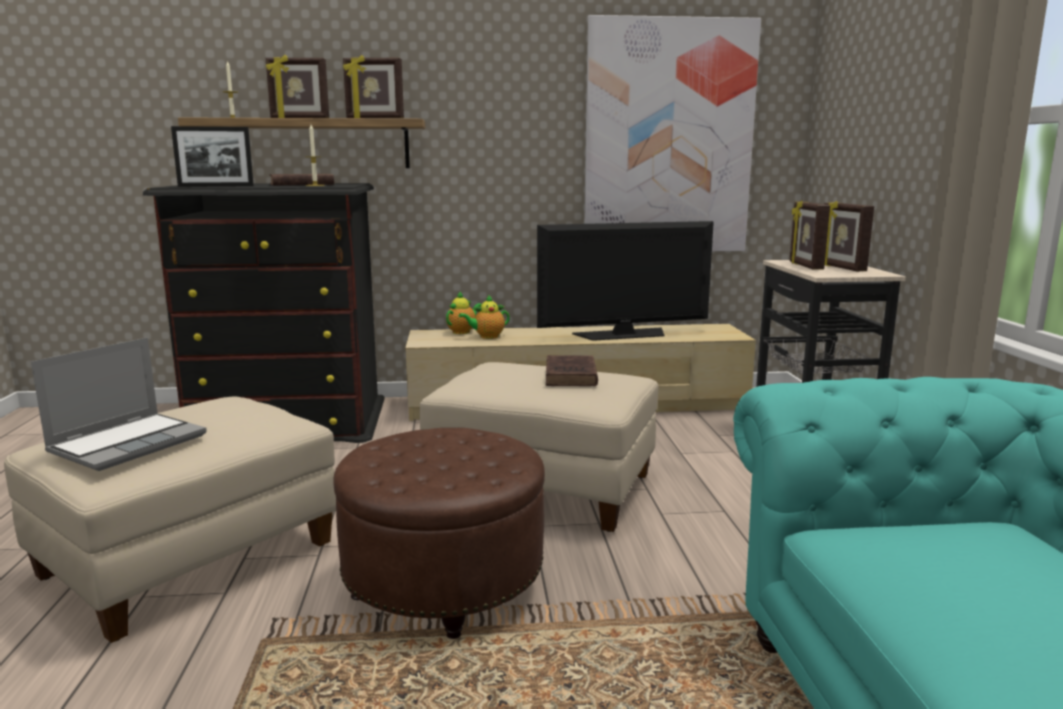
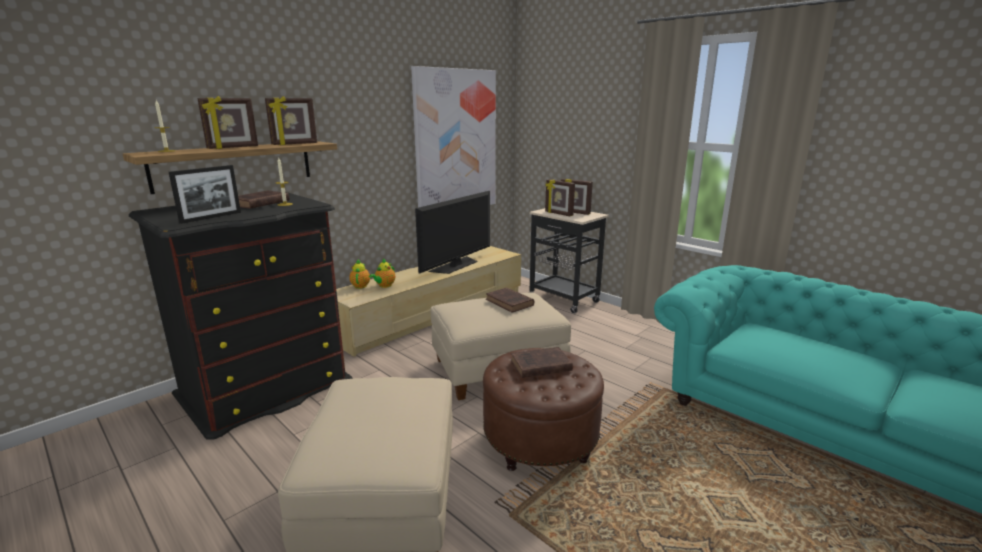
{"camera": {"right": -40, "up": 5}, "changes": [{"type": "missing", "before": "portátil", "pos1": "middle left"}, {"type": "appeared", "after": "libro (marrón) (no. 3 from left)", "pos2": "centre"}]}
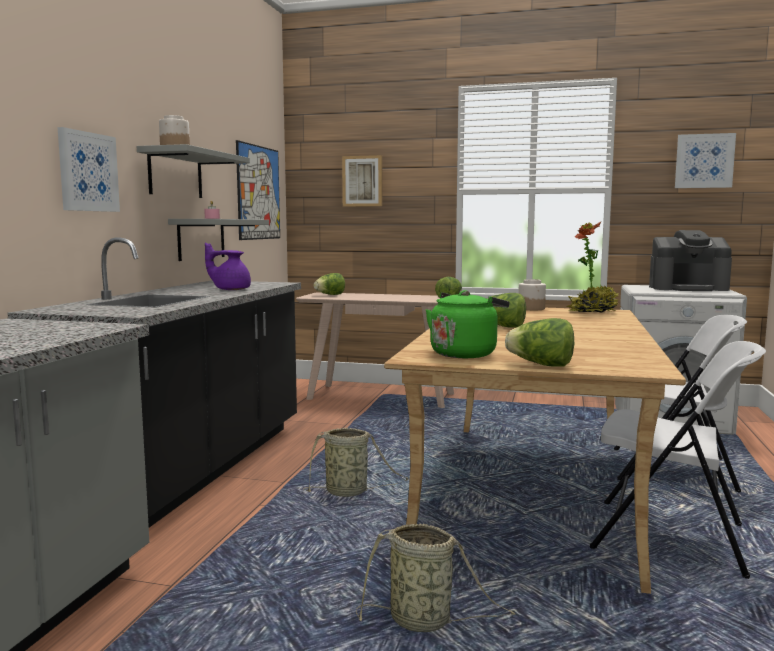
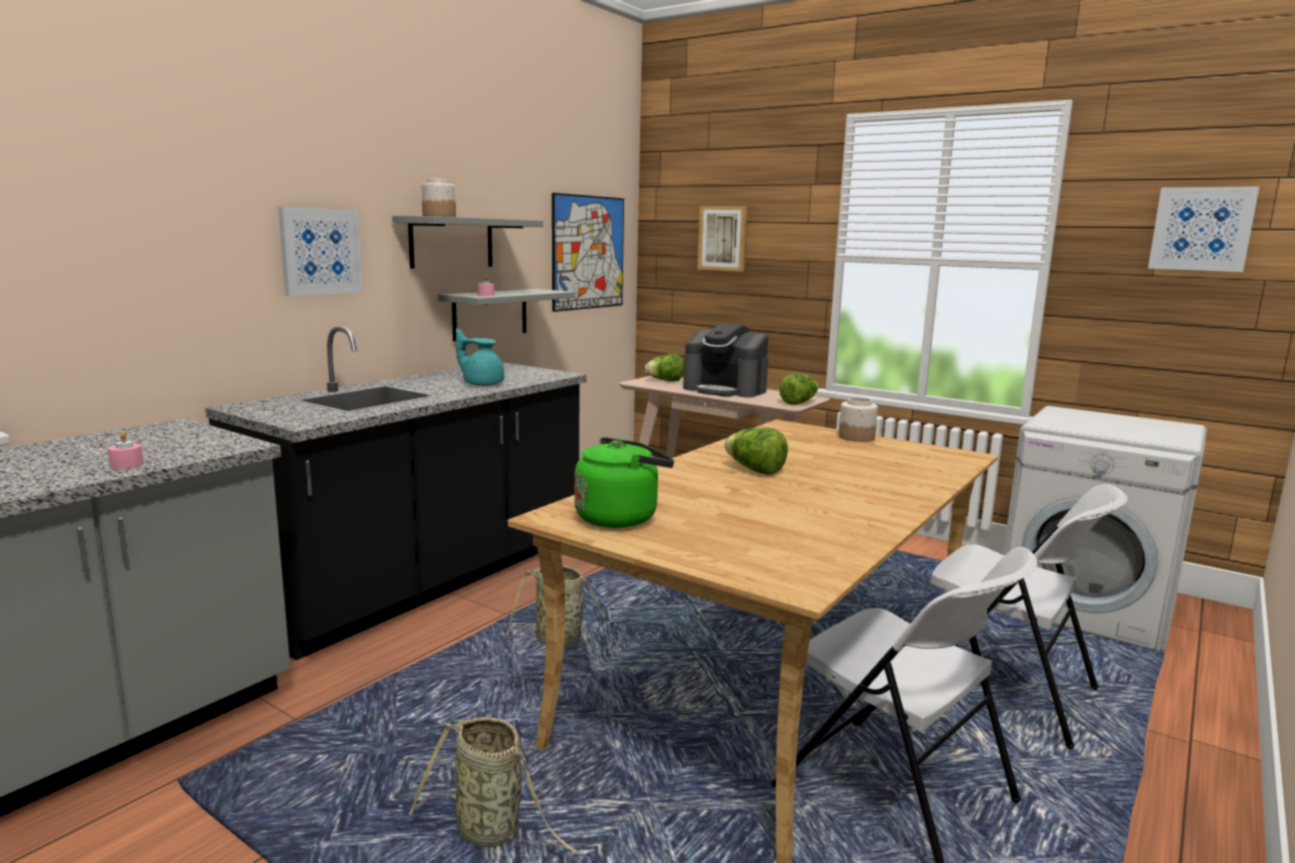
{"camera": {"right": 20, "up": 5}, "changes": [{"type": "missing", "before": "lechuga (no. 4 from left)", "pos1": "middle right"}, {"type": "missing", "before": "planta en maceta", "pos1": "middle right"}, {"type": "appeared", "after": "vela (rosa) (no. 1 from left)", "pos2": "middle left"}, {"type": "relocated", "before": "cafetera", "pos1": "middle right", "pos2": "centre"}, {"type": "colour", "before": "tetera (morado)", "after": "tetera (turquesa)", "pos1": "middle left", "pos2": "centre"}]}
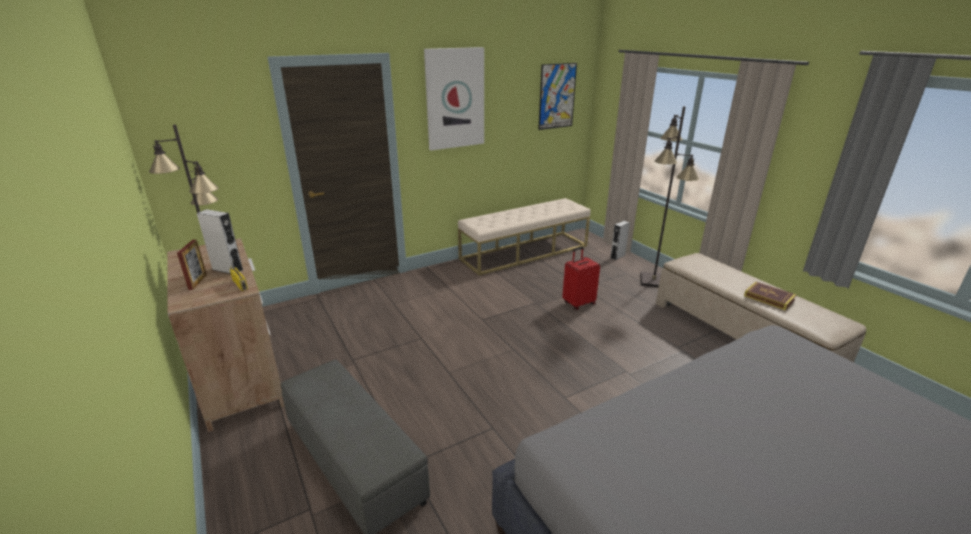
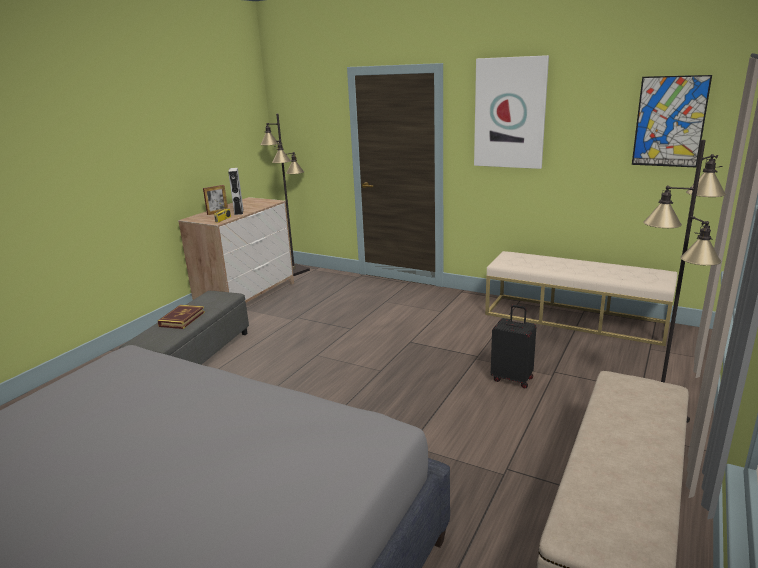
{"camera": {"right": 60, "up": -5}, "changes": [{"type": "missing", "before": "altavoz (gris) (no. 2 from left)", "pos1": "centre"}, {"type": "relocated", "before": "libro", "pos1": "middle right", "pos2": "middle left"}, {"type": "colour", "before": "maleta (rojo)", "after": "maleta (negro)", "pos1": "centre", "pos2": "middle right"}]}
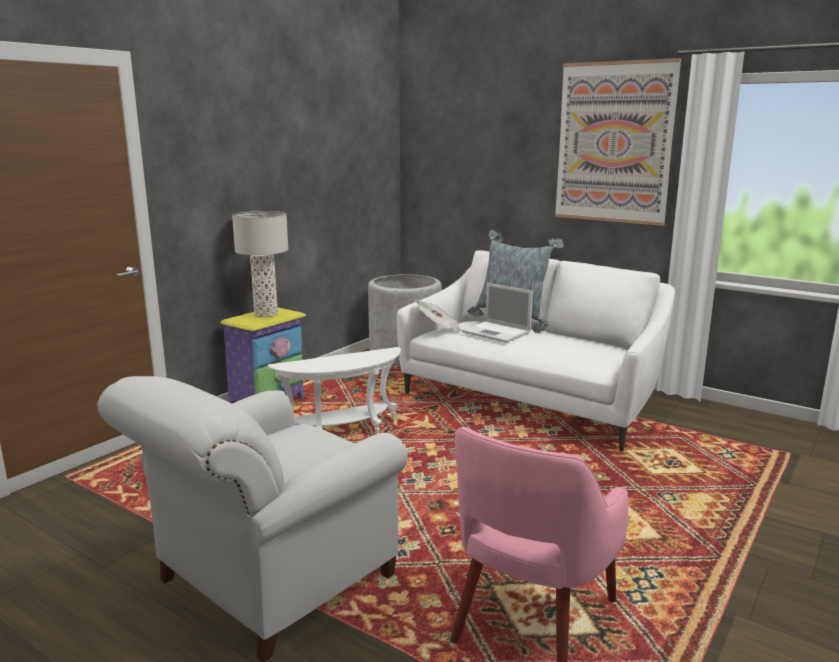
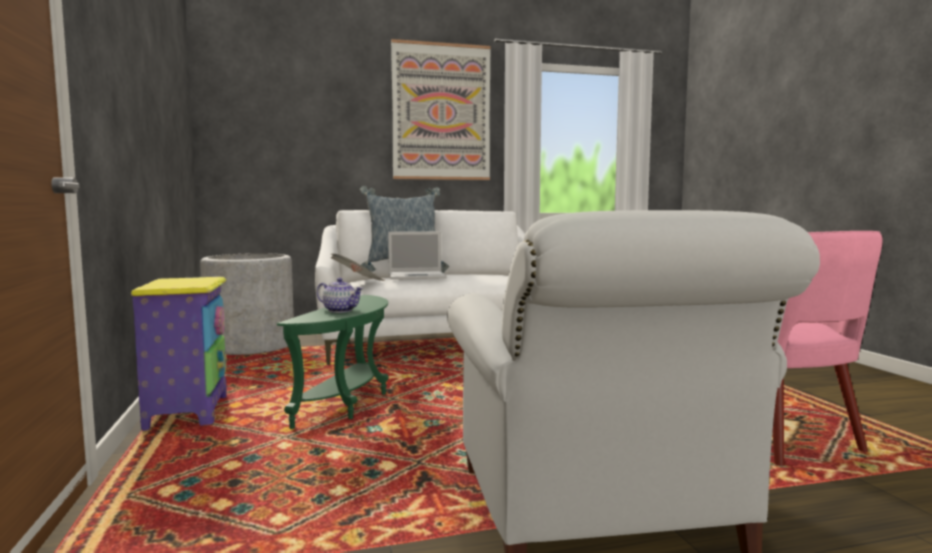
{"camera": {"right": -50, "up": -10}, "changes": [{"type": "missing", "before": "lámpara de mesa (blanco)", "pos1": "middle left"}, {"type": "appeared", "after": "tetera", "pos2": "centre"}, {"type": "colour", "before": "mesa auxiliar (blanco)", "after": "mesa auxiliar (verde)", "pos1": "centre", "pos2": "centre"}]}
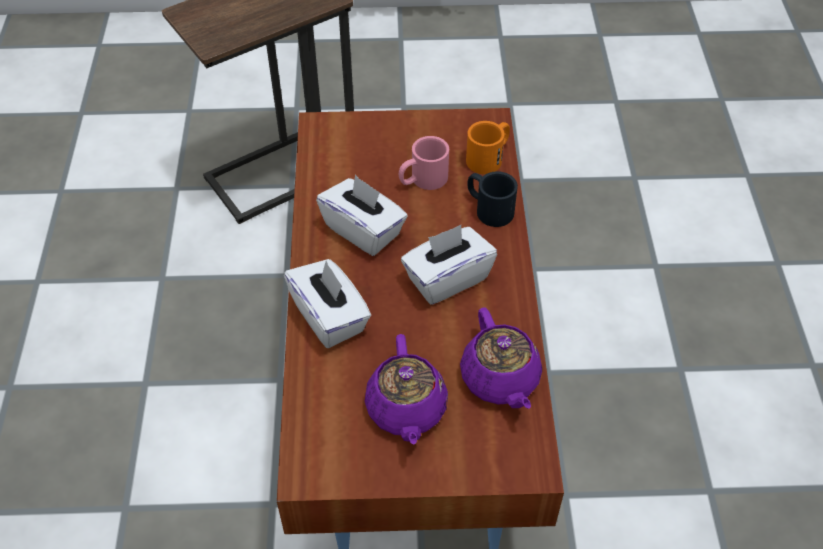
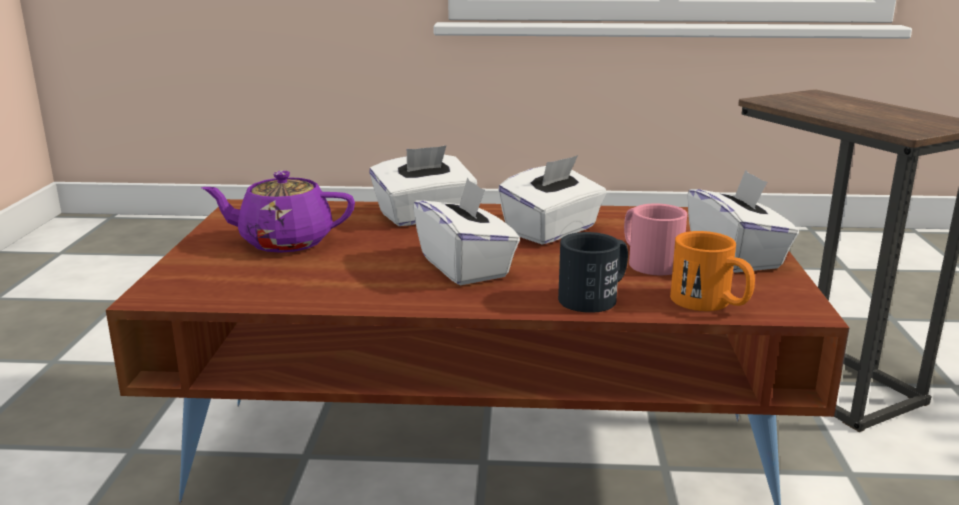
{"camera": {"right": 95, "up": -30}, "changes": [{"type": "missing", "before": "tetera (morado) (no. 2 from left)", "pos1": "centre"}, {"type": "appeared", "after": "caja de pañuelos (blanco) (no. 4 from left)", "pos2": "middle right"}]}
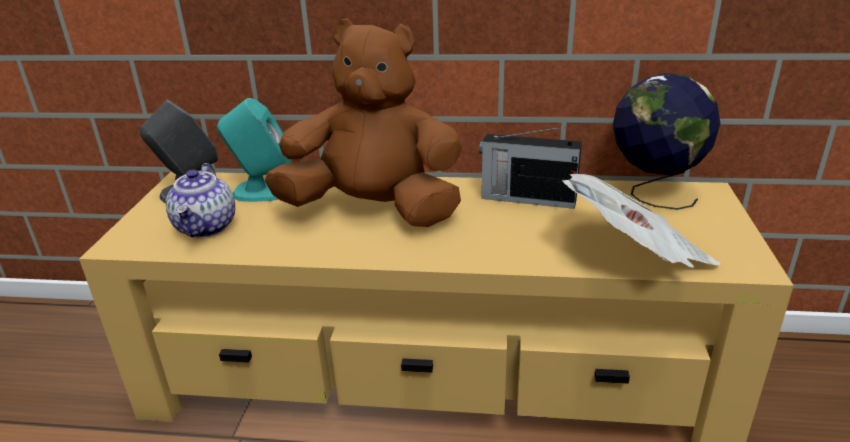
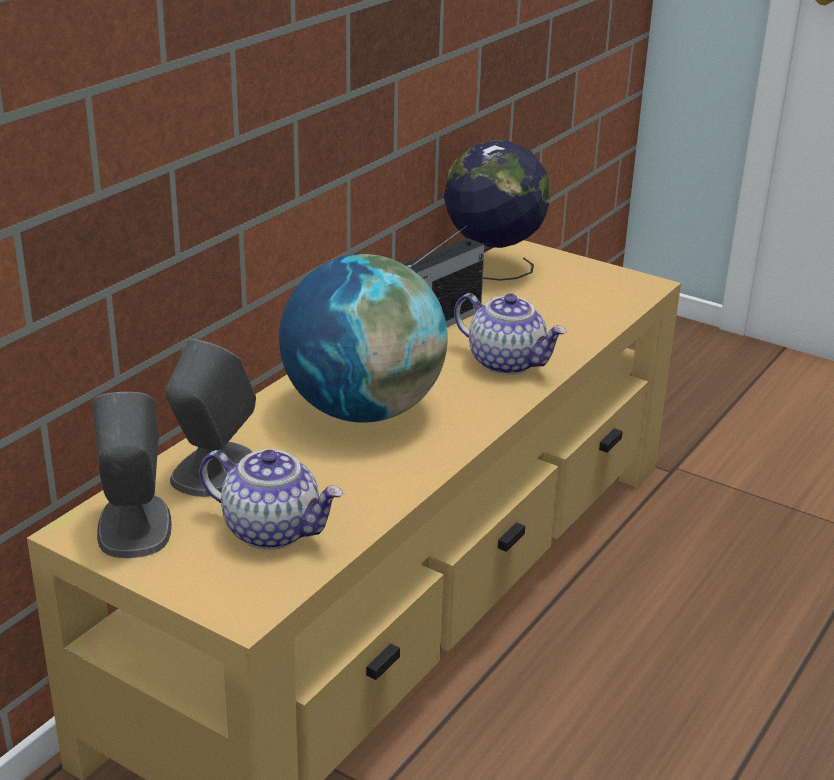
{"camera": {"right": -65, "up": 0}, "changes": [{"type": "missing", "before": "periódico", "pos1": "middle right"}, {"type": "appeared", "after": "tetera (no. 2 from left)", "pos2": "centre"}, {"type": "exchanged", "before": "peluche (marrón)", "after": "globo terráqueo (no. 1 from left)", "pos1": "top centre", "pos2": "centre"}, {"type": "colour", "before": "altavoz (turquesa)", "after": "altavoz (gris) (no. 2 from left)", "pos1": "middle left", "pos2": "middle left"}]}
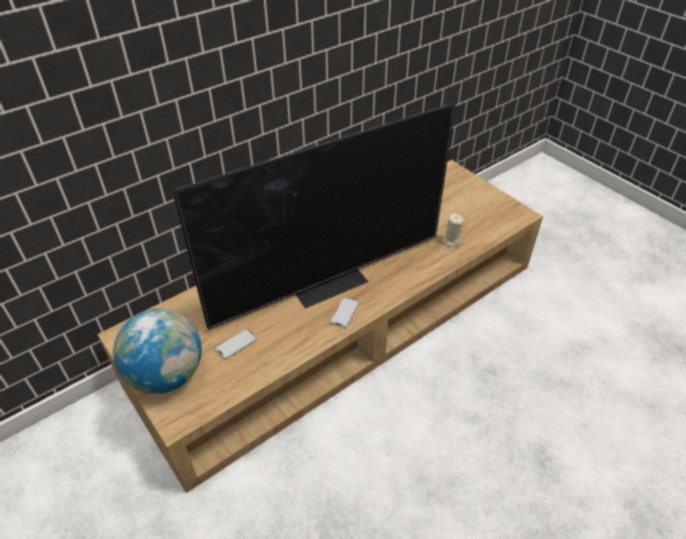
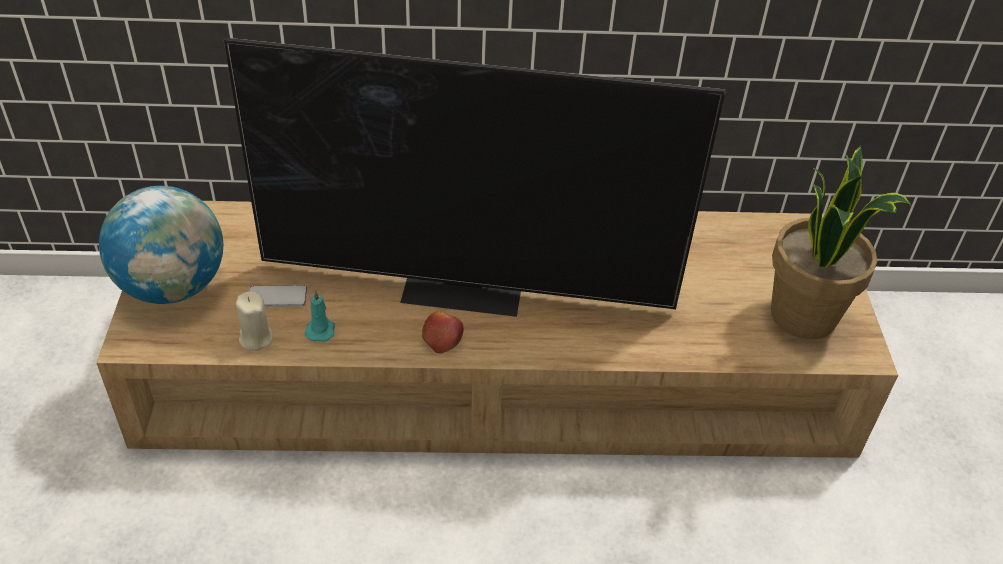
{"camera": {"right": 35, "up": 0}, "changes": [{"type": "appeared", "after": "vela (turquesa)", "pos2": "middle left"}, {"type": "appeared", "after": "planta en maceta", "pos2": "middle right"}, {"type": "relocated", "before": "vela (beis)", "pos1": "centre", "pos2": "middle left"}, {"type": "exchanged", "before": "móvil (no. 2 from left)", "after": "manzana", "pos1": "centre", "pos2": "centre"}]}
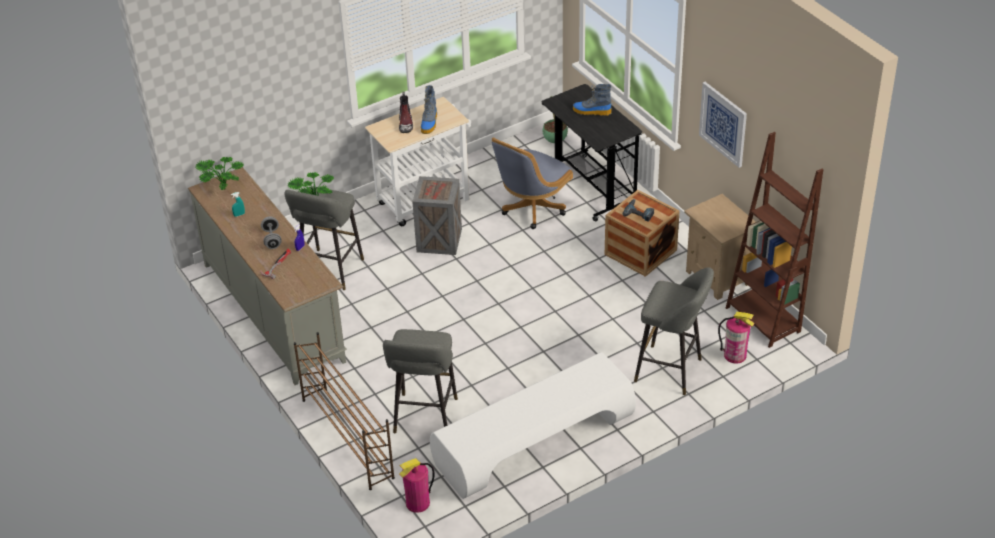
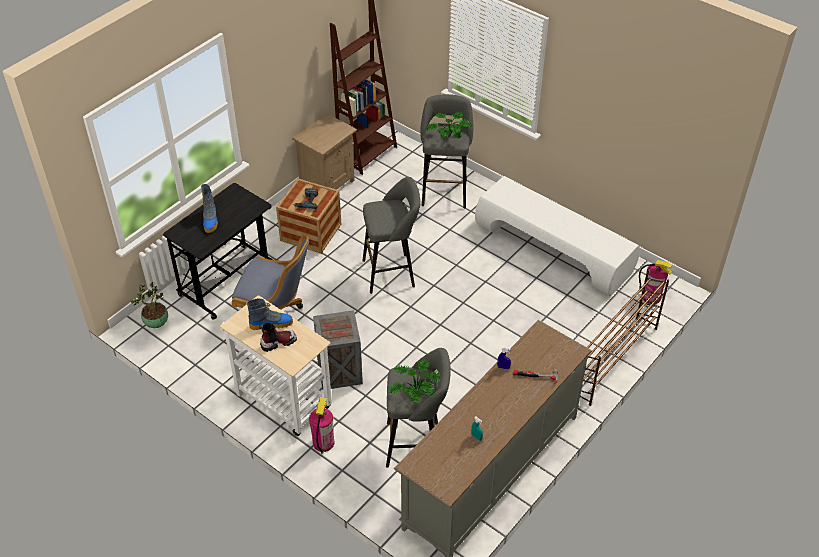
{"camera": {"right": -110, "up": 5}, "changes": [{"type": "missing", "before": "mancuerna (gris)", "pos1": "middle left"}, {"type": "missing", "before": "cuadro", "pos1": "top right"}, {"type": "relocated", "before": "planta en maceta (no. 1 from left in the first image)", "after": "planta en maceta (no. 3 from left)", "pos1": "top left", "pos2": "top centre"}, {"type": "relocated", "before": "taburete (gris) (no. 2 from left in the first image)", "after": "taburete (gris) (no. 1 from left)", "pos1": "bottom centre", "pos2": "centre"}, {"type": "relocated", "before": "extintor (no. 2 from left in the first image)", "after": "extintor (no. 1 from left)", "pos1": "middle right", "pos2": "bottom centre"}]}
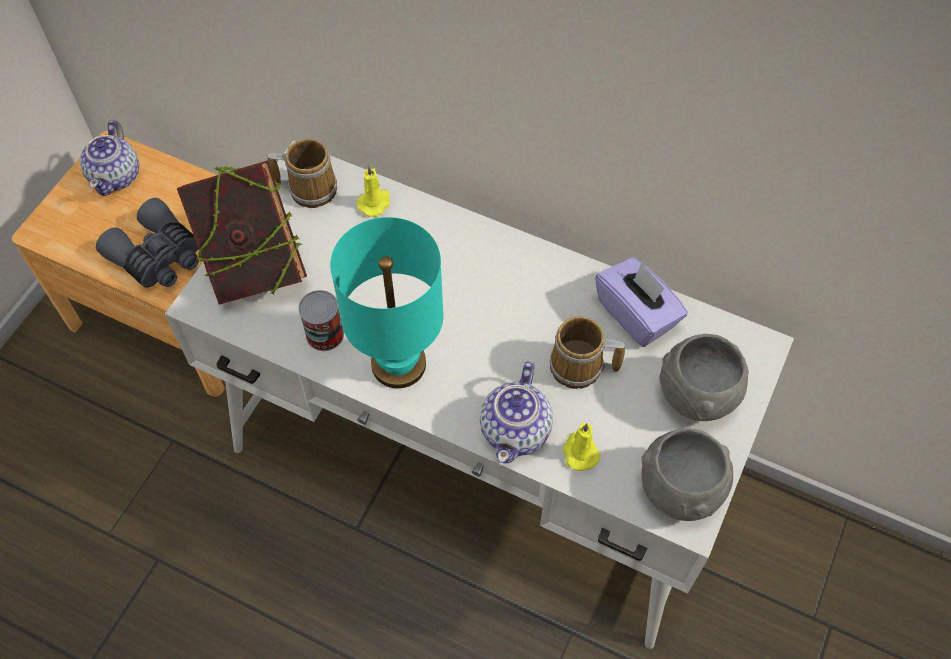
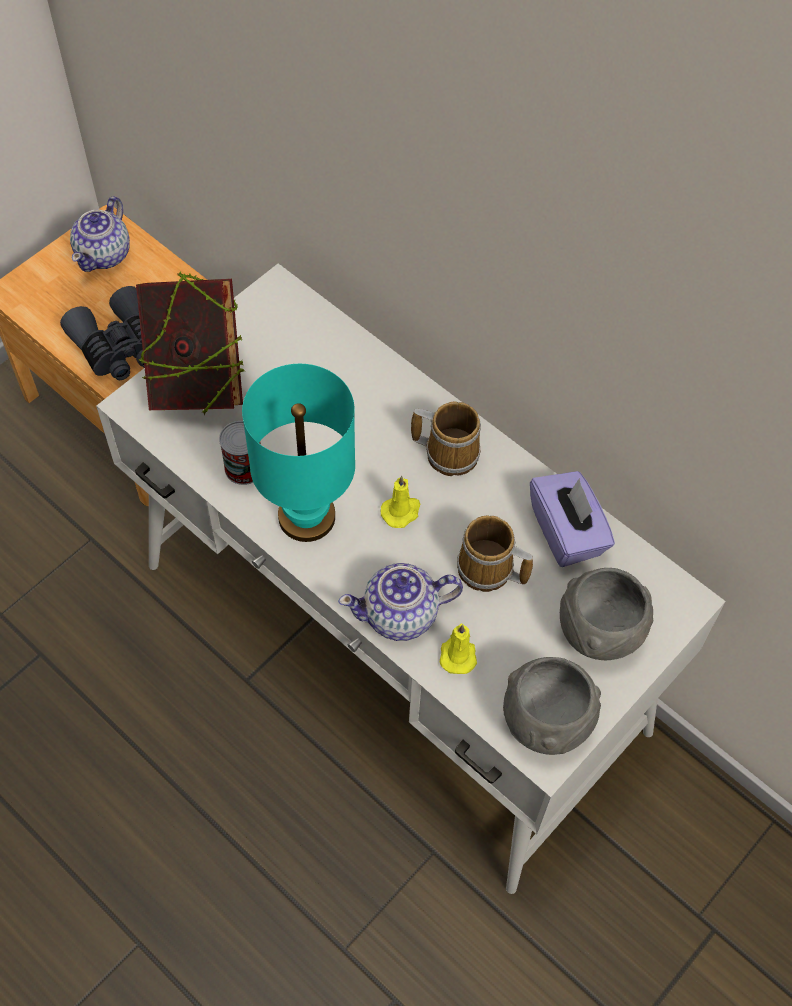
{"camera": {"right": 15, "up": 0}, "changes": [{"type": "relocated", "before": "taza grande (no. 1 from left)", "pos1": "top left", "pos2": "centre"}, {"type": "relocated", "before": "vela (amarillo) (no. 1 from left)", "pos1": "top centre", "pos2": "centre"}, {"type": "spun", "before": "tetera (no. 2 from left)", "pos1": "centre", "pos2": "centre", "turn": 45}]}
